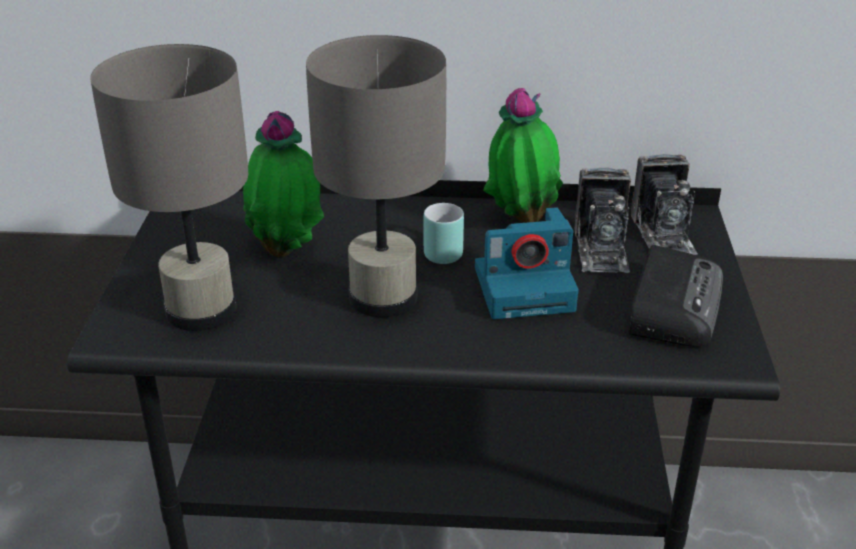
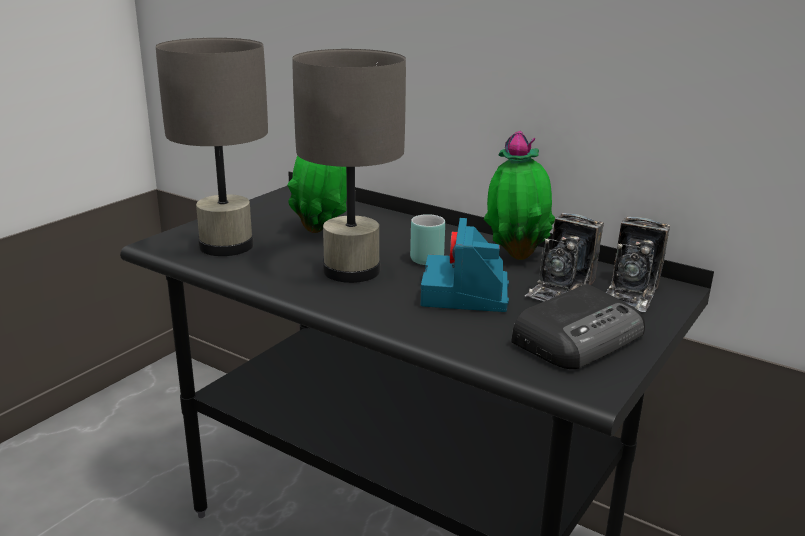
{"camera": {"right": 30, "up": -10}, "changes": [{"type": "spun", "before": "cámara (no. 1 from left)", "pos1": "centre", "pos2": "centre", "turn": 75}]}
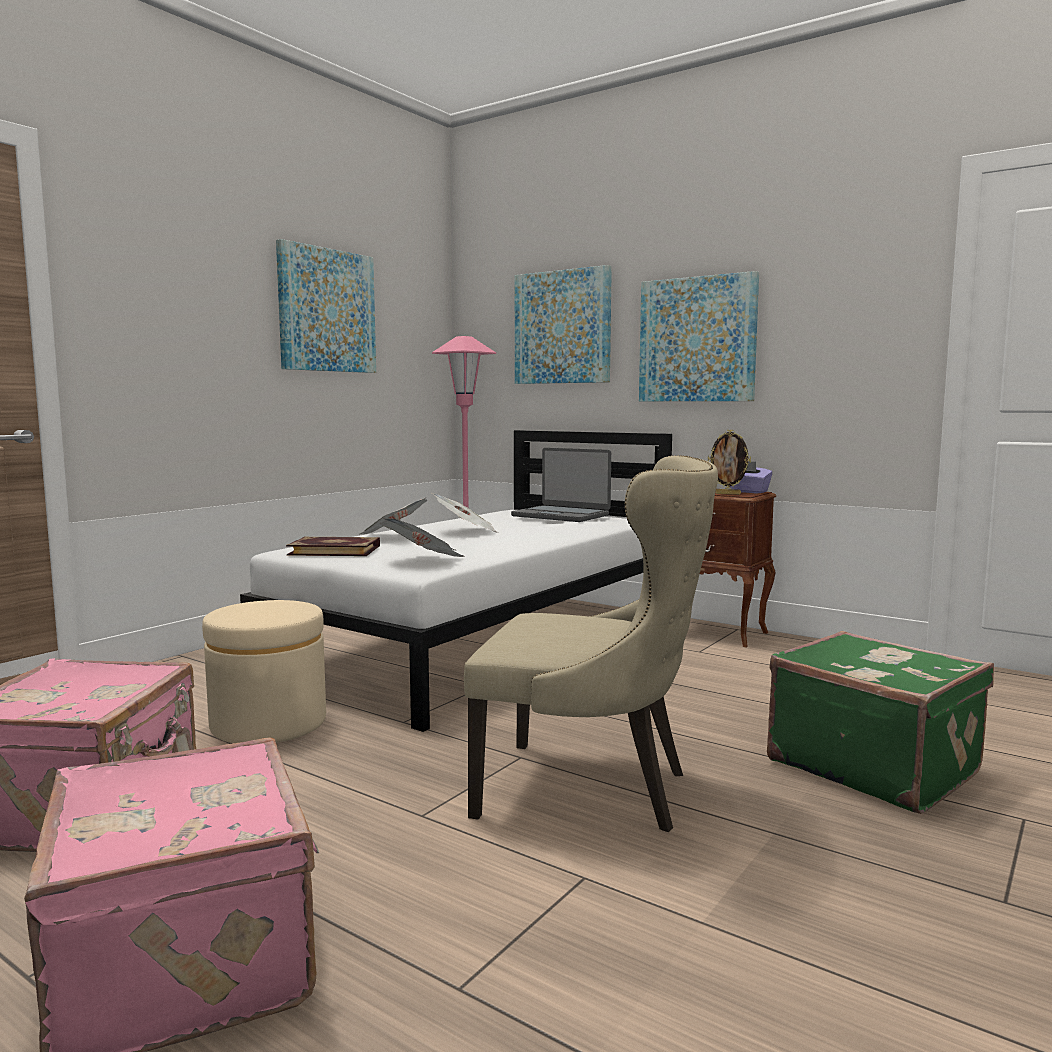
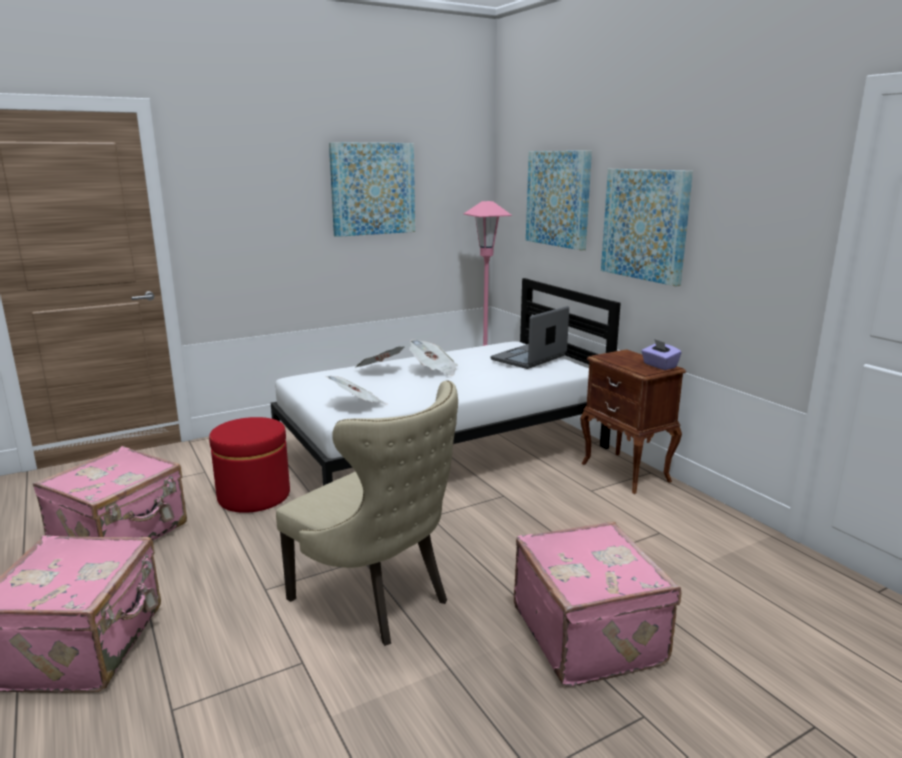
{"camera": {"right": 25, "up": 10}, "changes": [{"type": "missing", "before": "libro", "pos1": "middle left"}, {"type": "missing", "before": "portarretratos", "pos1": "middle right"}, {"type": "colour", "before": "puf (beis)", "after": "puf (rojo)", "pos1": "middle left", "pos2": "middle left"}, {"type": "colour", "before": "maleta (verde)", "after": "maleta (rosa) (no. 3 from left)", "pos1": "bottom right", "pos2": "bottom centre"}, {"type": "spun", "before": "portátil", "pos1": "centre", "pos2": "centre", "turn": 75}]}
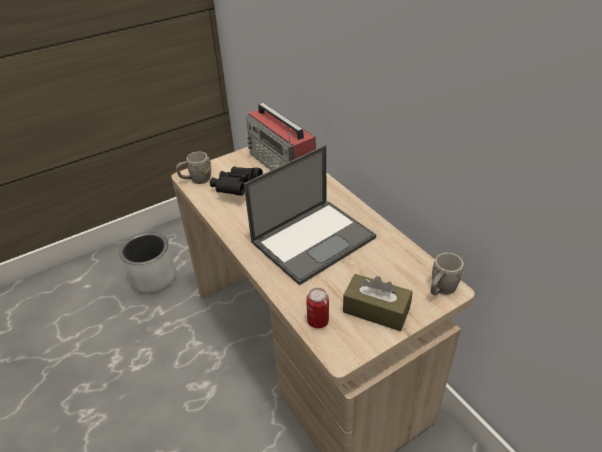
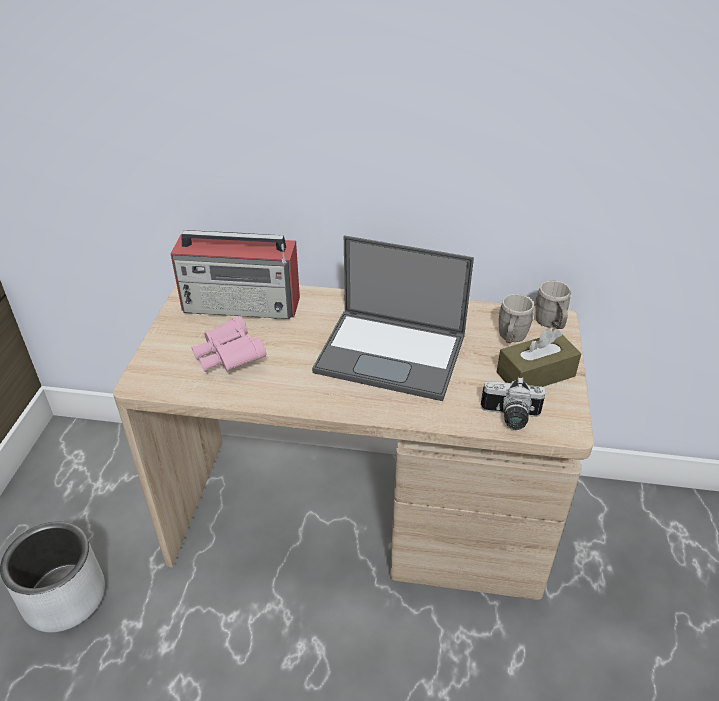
{"camera": {"right": -50, "up": 0}, "changes": [{"type": "relocated", "before": "taza grande (gris) (no. 1 from left)", "pos1": "middle left", "pos2": "middle right"}, {"type": "exchanged", "before": "lata", "after": "cámara", "pos1": "bottom centre", "pos2": "middle right"}, {"type": "colour", "before": "prismáticos (negro)", "after": "prismáticos (rosa)", "pos1": "centre", "pos2": "middle left"}, {"type": "spun", "before": "portátil", "pos1": "centre", "pos2": "centre", "turn": 105}]}
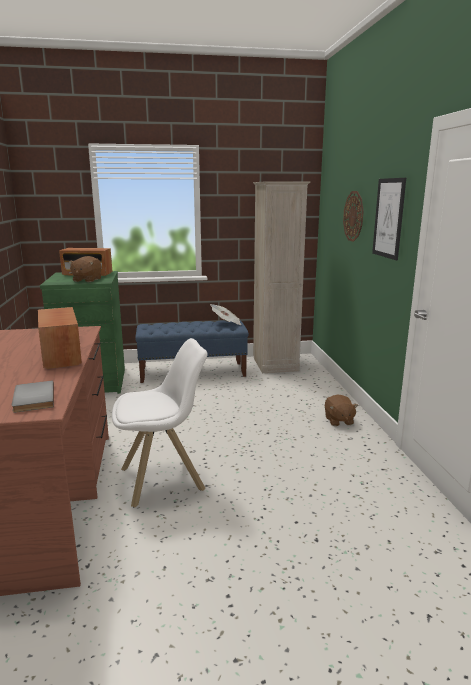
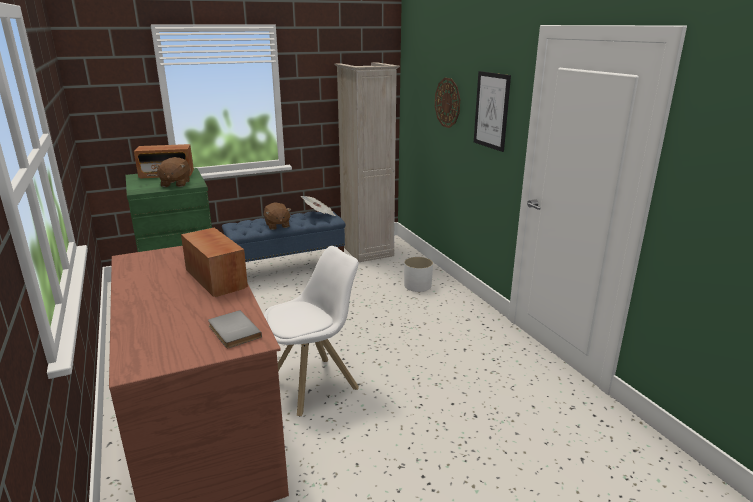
{"camera": {"right": -15, "up": 5}, "changes": [{"type": "appeared", "after": "maceta (blanco)", "pos2": "centre"}, {"type": "relocated", "before": "peluche (marrón) (no. 2 from left)", "pos1": "middle right", "pos2": "centre"}]}
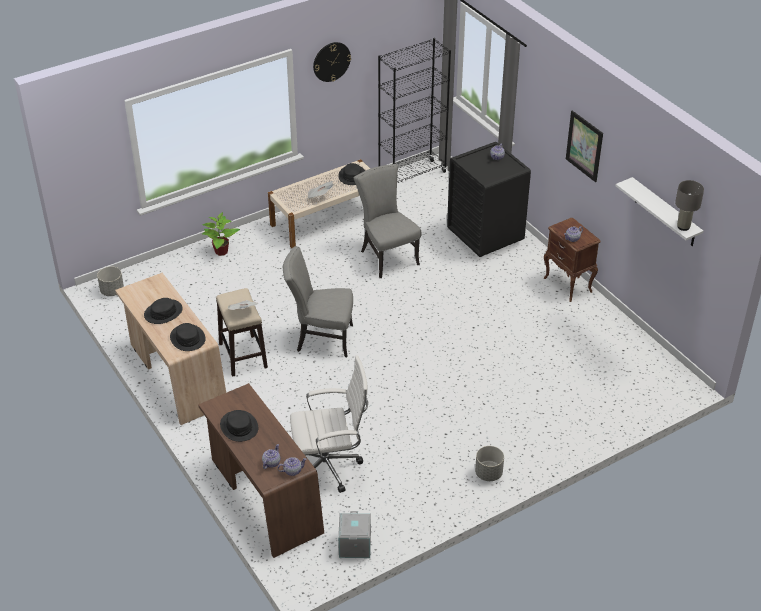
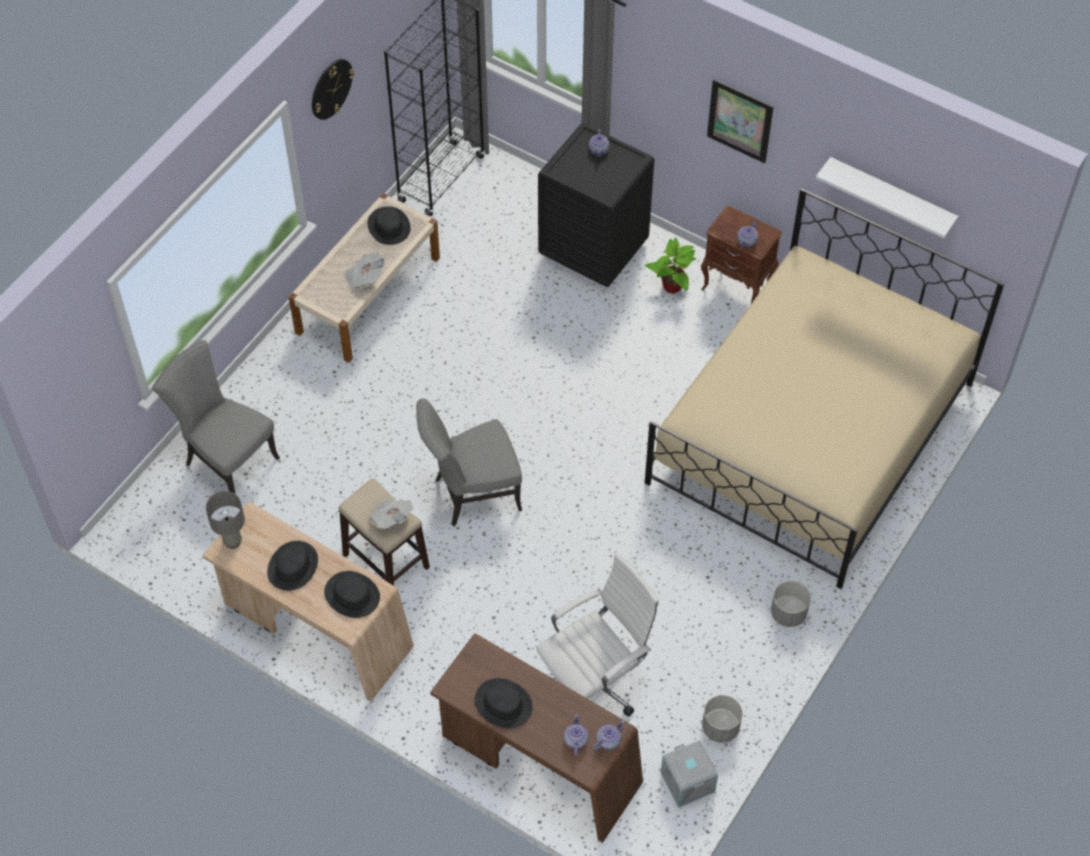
{"camera": {"right": -25, "up": 15}, "changes": [{"type": "appeared", "after": "cama (beis)", "pos2": "middle right"}, {"type": "relocated", "before": "maceta (gris) (no. 1 from left)", "pos1": "middle left", "pos2": "bottom centre"}, {"type": "relocated", "before": "planta en maceta", "pos1": "middle left", "pos2": "top centre"}, {"type": "relocated", "before": "silla (gris) (no. 2 from left in the first image)", "after": "silla (gris) (no. 1 from left)", "pos1": "centre", "pos2": "middle left"}, {"type": "relocated", "before": "lámpara de mesa (gris)", "pos1": "middle right", "pos2": "middle left"}]}
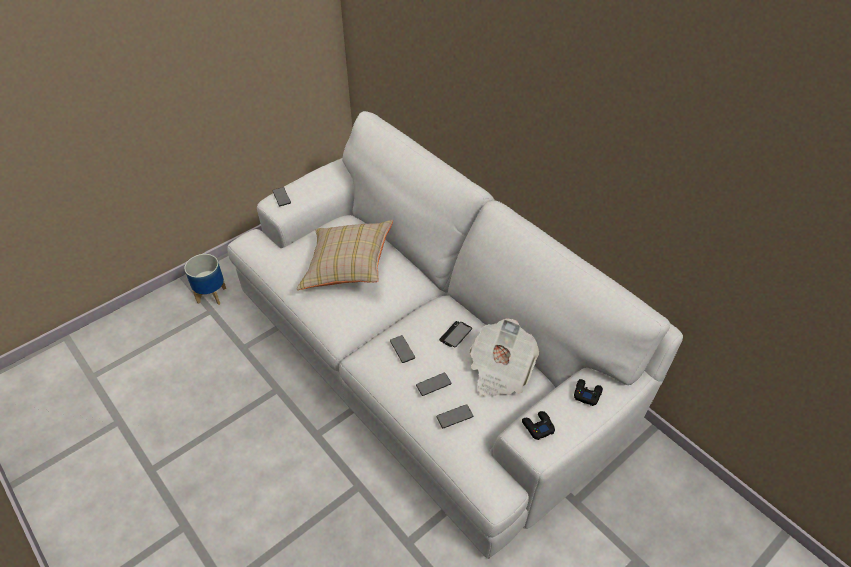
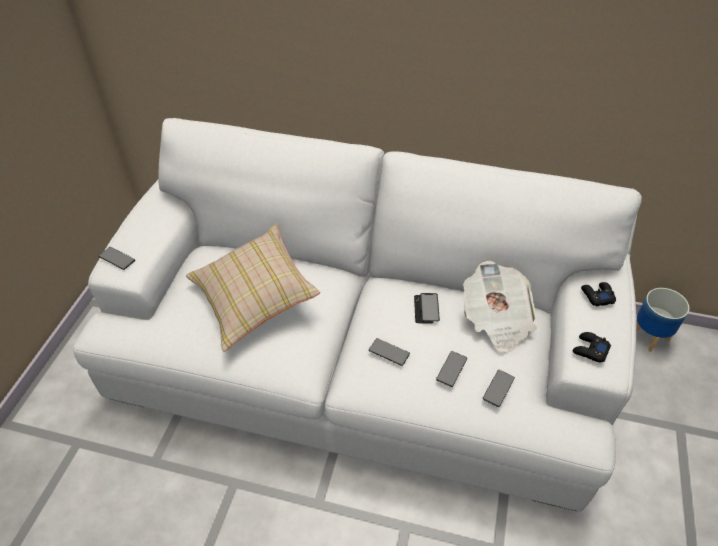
{"camera": {"right": -35, "up": 0}, "changes": [{"type": "relocated", "before": "maceta", "pos1": "middle left", "pos2": "middle right"}]}
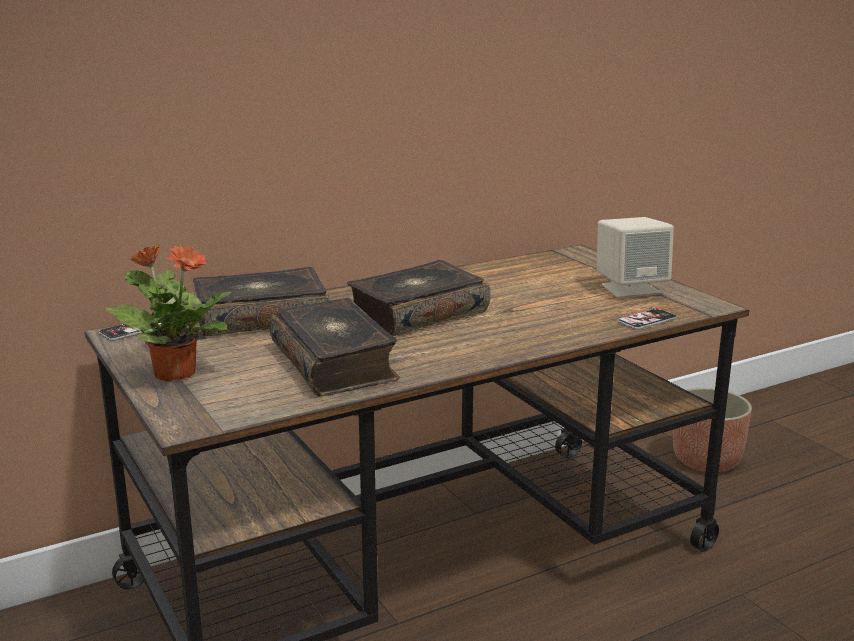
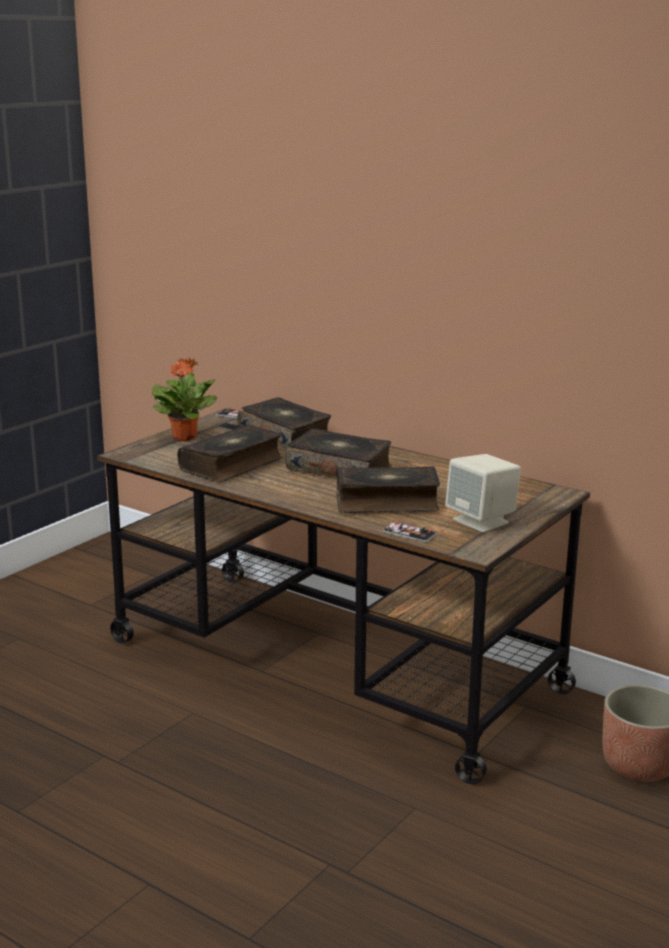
{"camera": {"right": 65, "up": 0}, "changes": [{"type": "appeared", "after": "libro (no. 4 from left)", "pos2": "centre"}]}
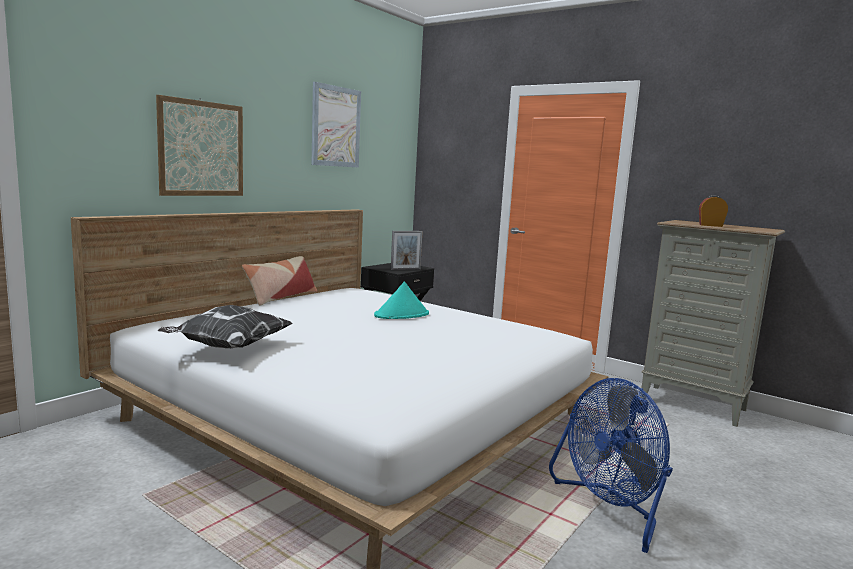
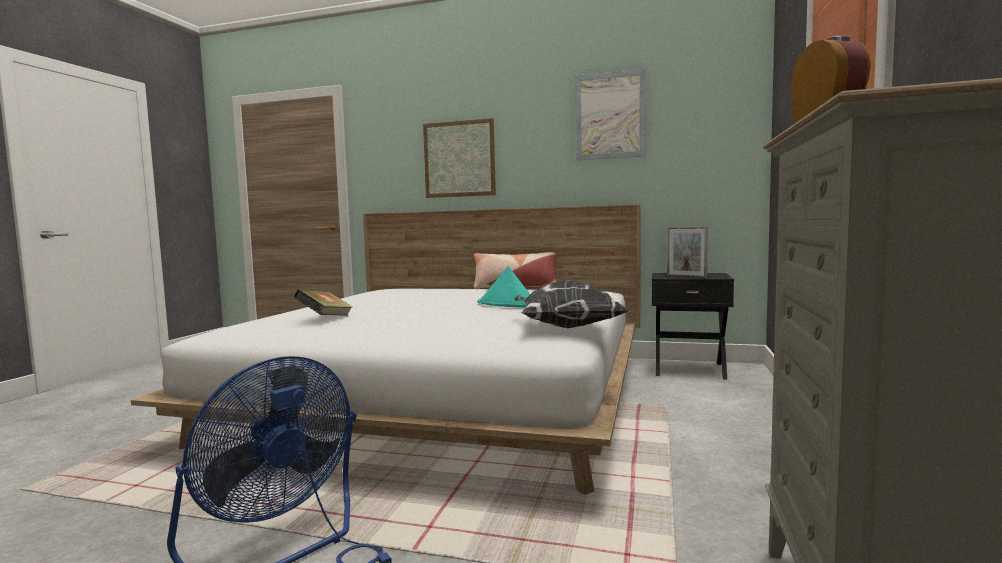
{"camera": {"right": 70, "up": -5}, "changes": [{"type": "appeared", "after": "libro", "pos2": "middle left"}, {"type": "relocated", "before": "cojín (no. 1 from left in the first image)", "after": "cojín (no. 2 from left)", "pos1": "middle left", "pos2": "centre"}]}
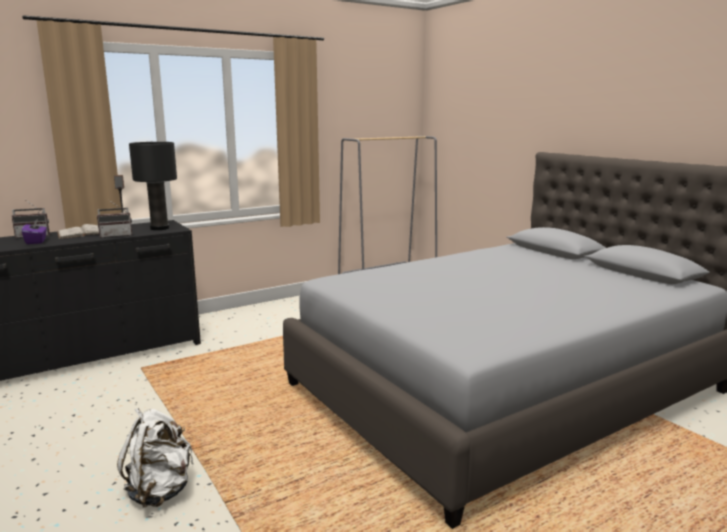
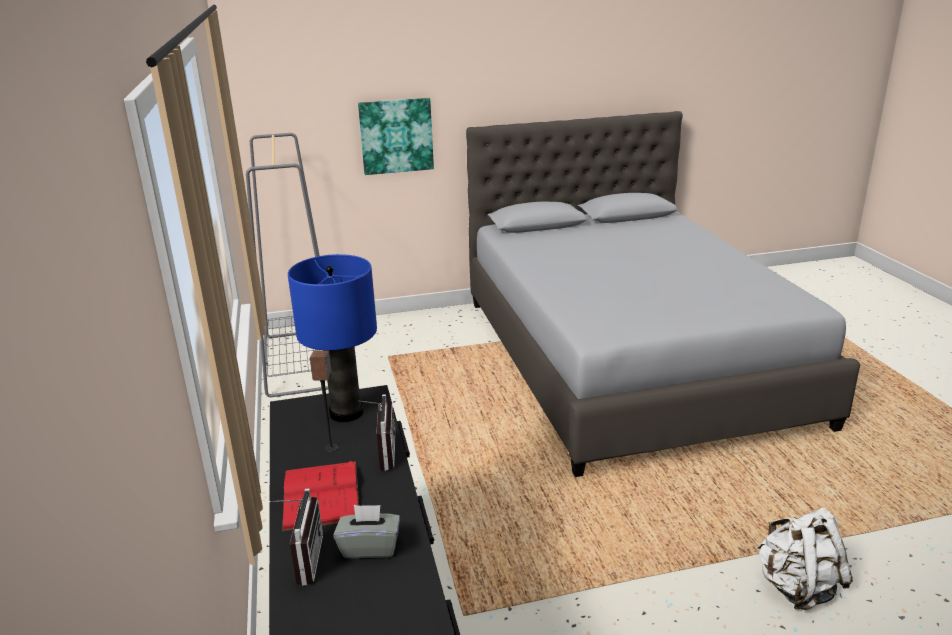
{"camera": {"right": -70, "up": 10}, "changes": [{"type": "appeared", "after": "cuadro", "pos2": "top centre"}, {"type": "colour", "before": "caja de pañuelos (morado)", "after": "caja de pañuelos (gris)", "pos1": "middle left", "pos2": "bottom centre"}, {"type": "colour", "before": "libro (blanco)", "after": "libro (rojo)", "pos1": "middle left", "pos2": "bottom centre"}, {"type": "colour", "before": "lámpara de mesa (negro)", "after": "lámpara de mesa (azul)", "pos1": "middle left", "pos2": "centre"}]}
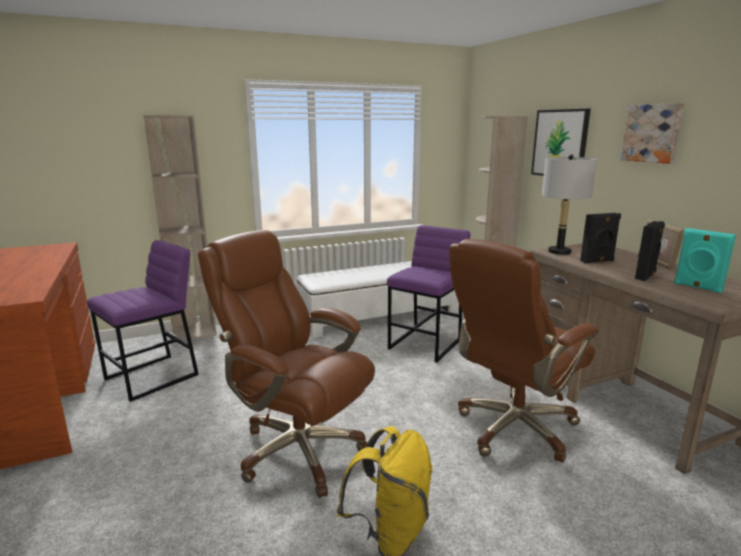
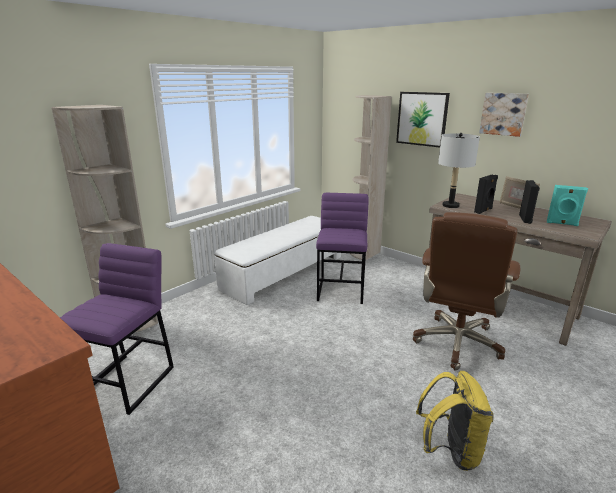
{"camera": {"right": -25, "up": 5}, "changes": [{"type": "missing", "before": "silla de oficina (marrón) (no. 1 from left)", "pos1": "centre"}]}
